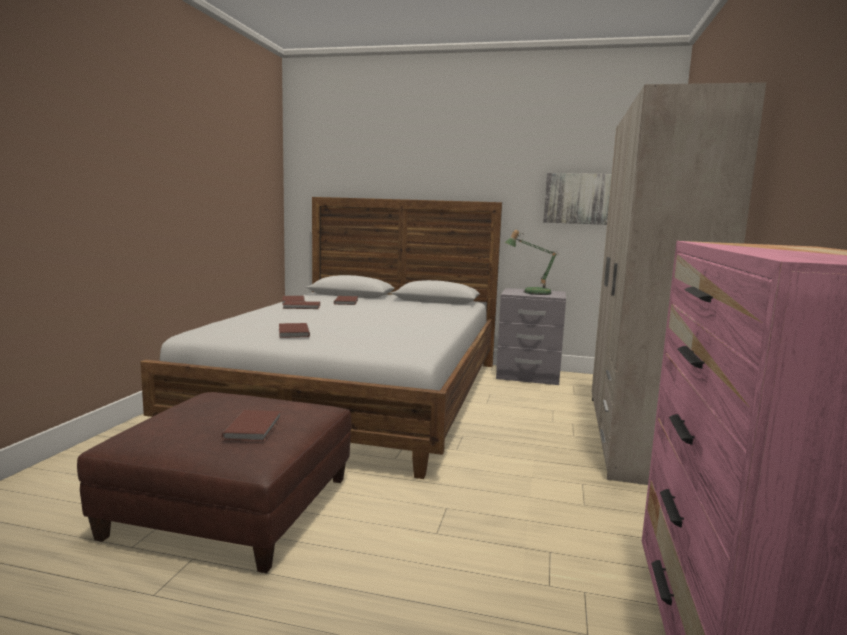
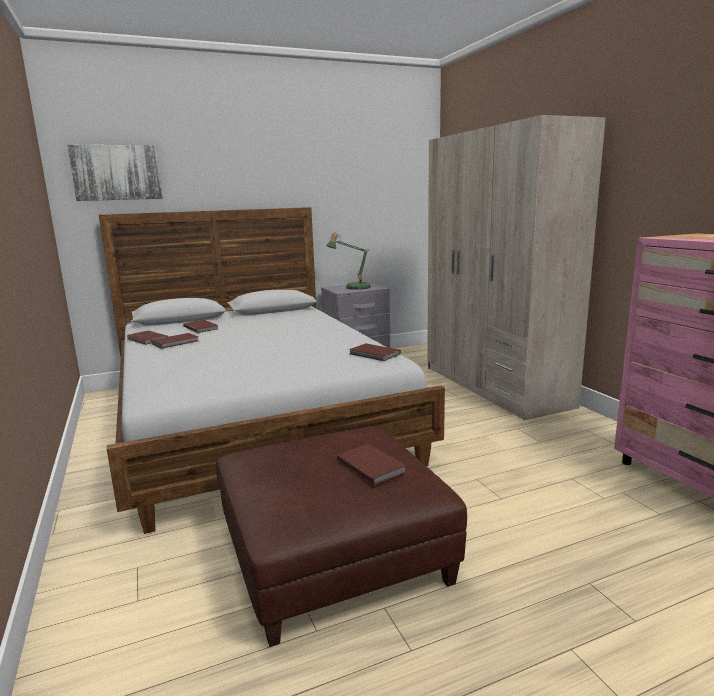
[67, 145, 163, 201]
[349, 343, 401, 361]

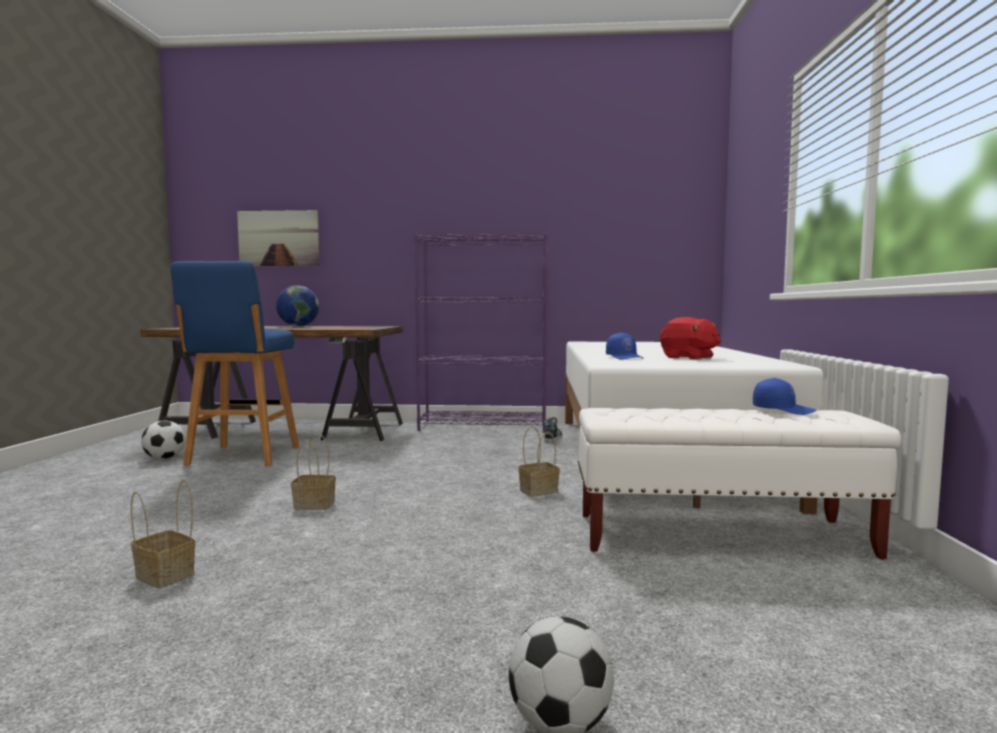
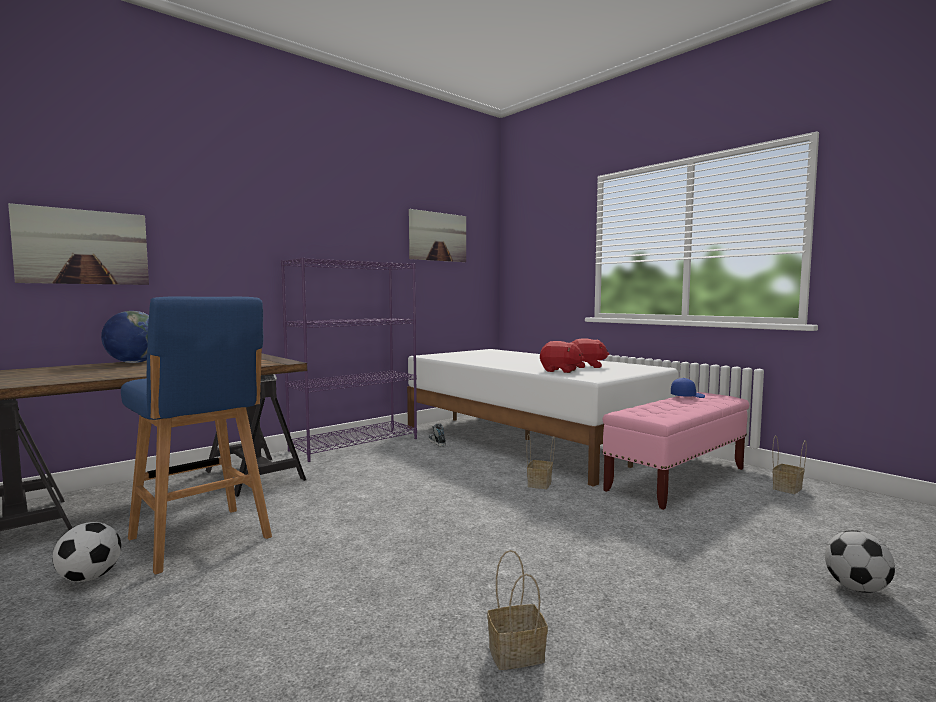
[409, 209, 466, 262]
[540, 341, 585, 373]
[602, 392, 749, 510]
[773, 435, 807, 494]

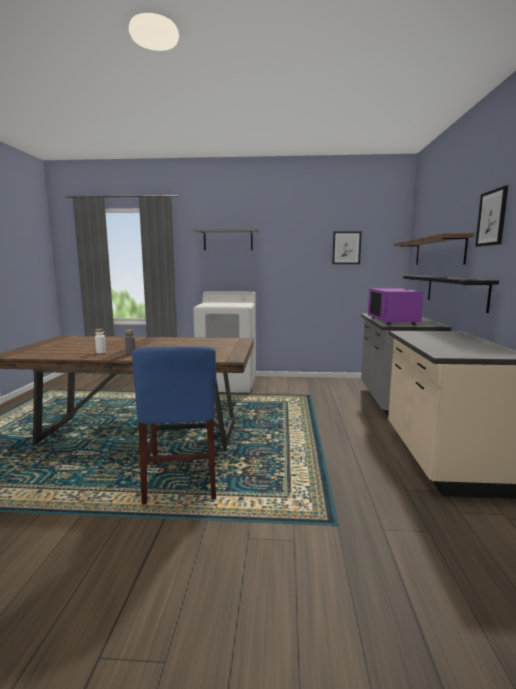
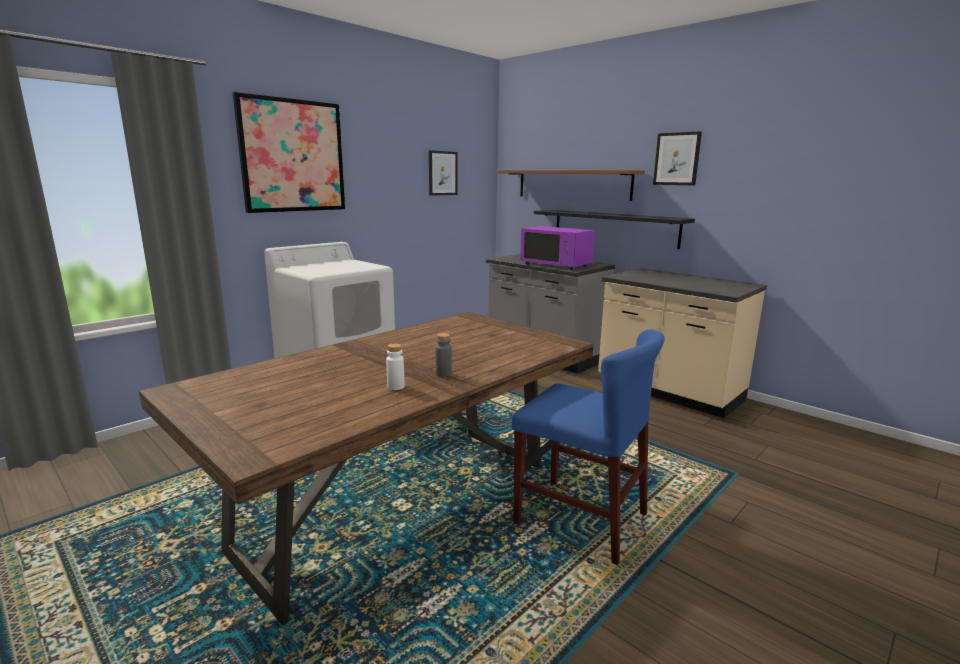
[233, 92, 345, 213]

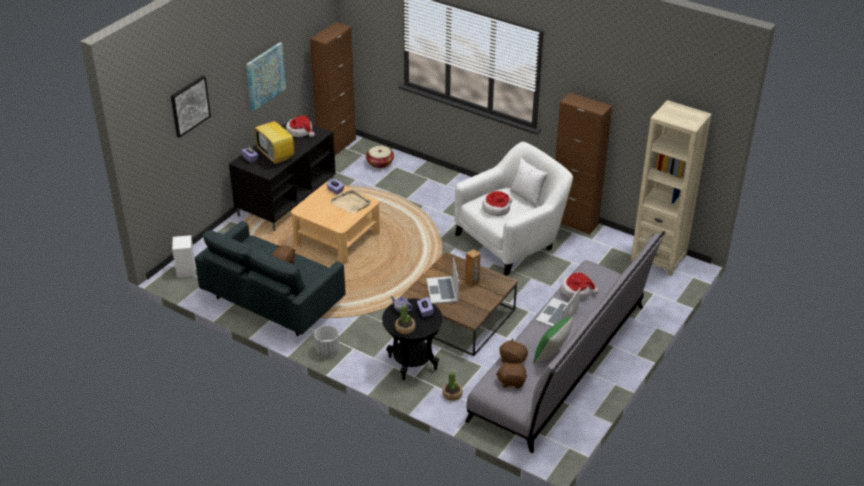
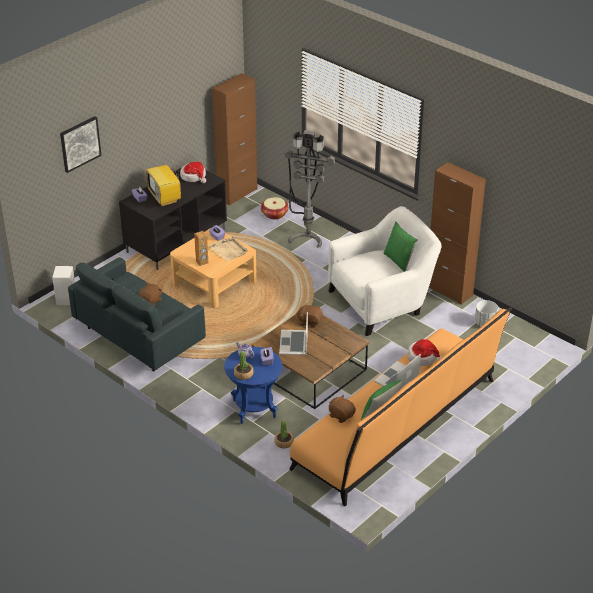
[194, 231, 208, 266]
[224, 347, 282, 424]
[285, 130, 335, 248]
[289, 307, 512, 506]
[296, 304, 322, 328]
[384, 221, 418, 272]
[475, 300, 498, 327]
[246, 42, 286, 111] (first image)
[482, 191, 512, 216] (first image)
[631, 100, 712, 276] (first image)

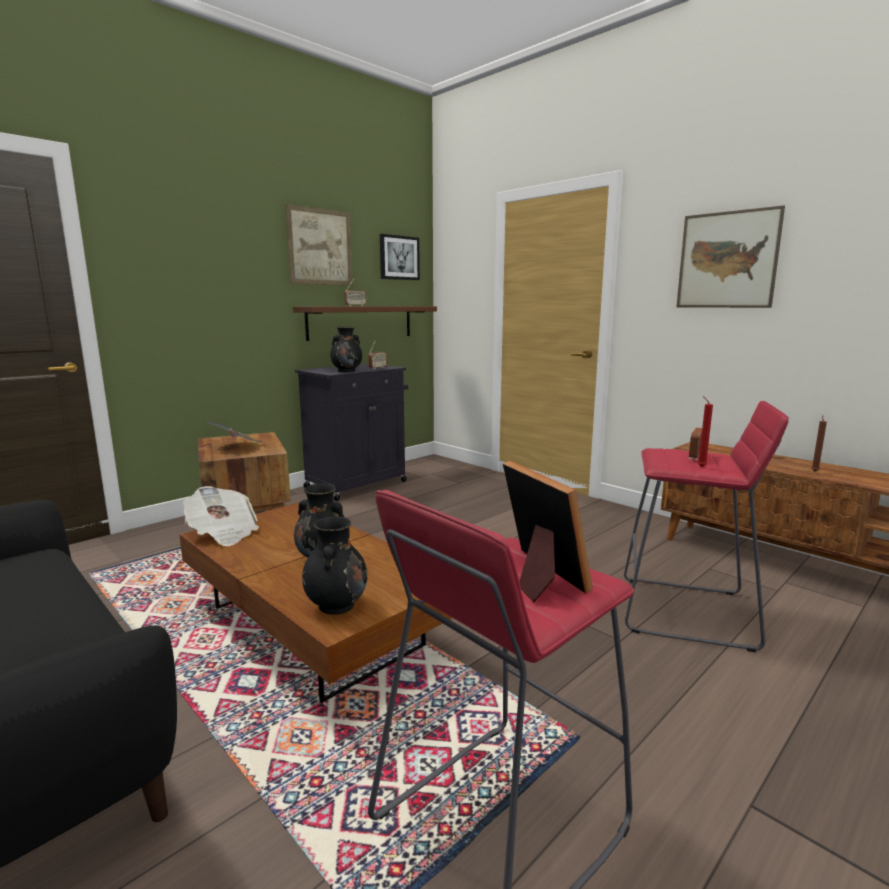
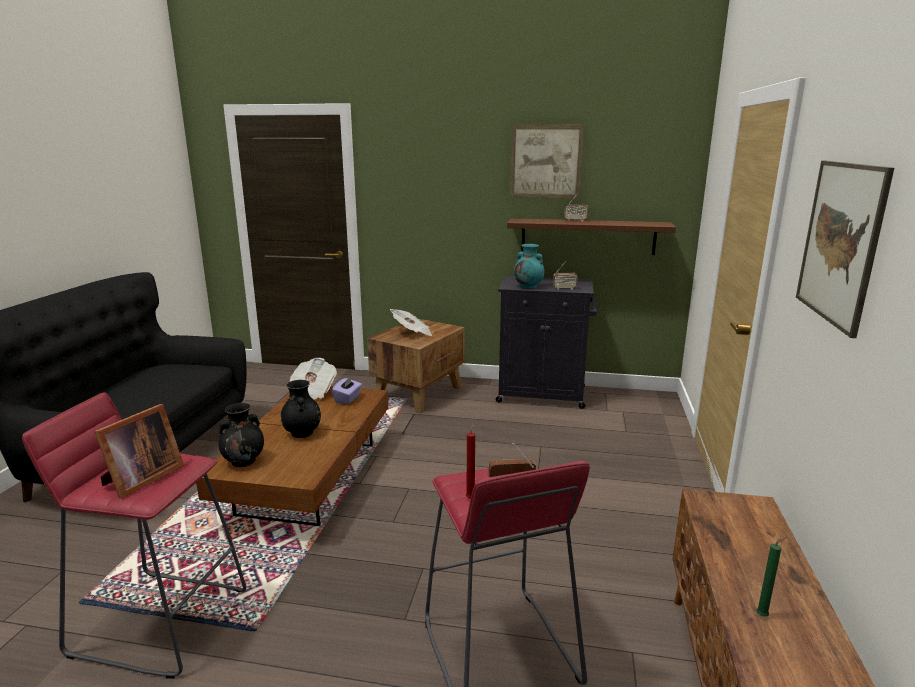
[332, 376, 362, 404]
[514, 244, 544, 289]
[756, 537, 786, 617]
[380, 234, 420, 280] (first image)

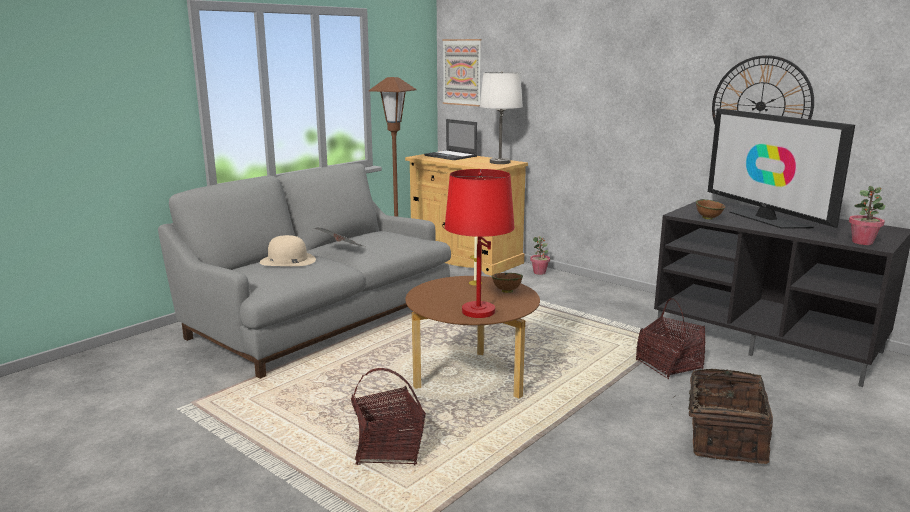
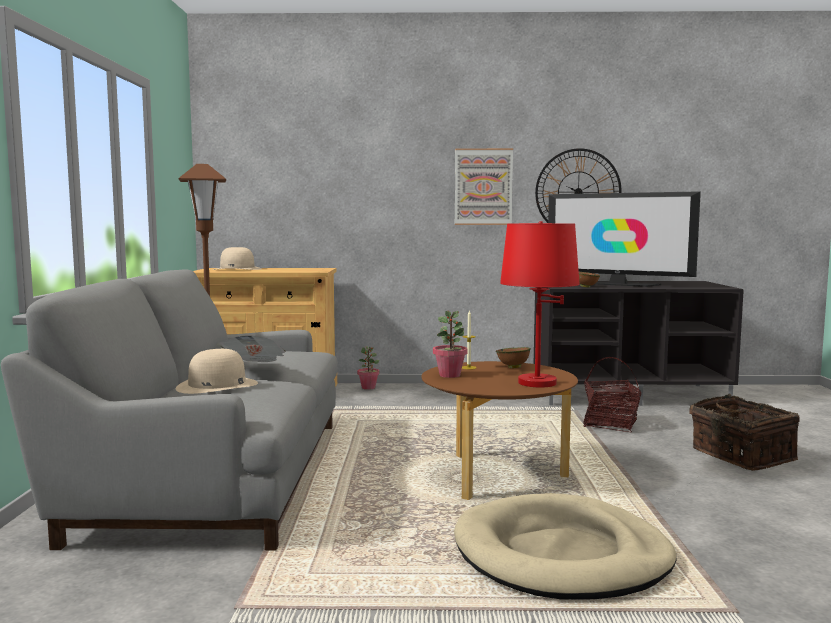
[213, 247, 262, 270]
[433, 311, 467, 378]
[454, 493, 676, 599]
[455, 148, 513, 225]
[480, 71, 523, 164] (first image)

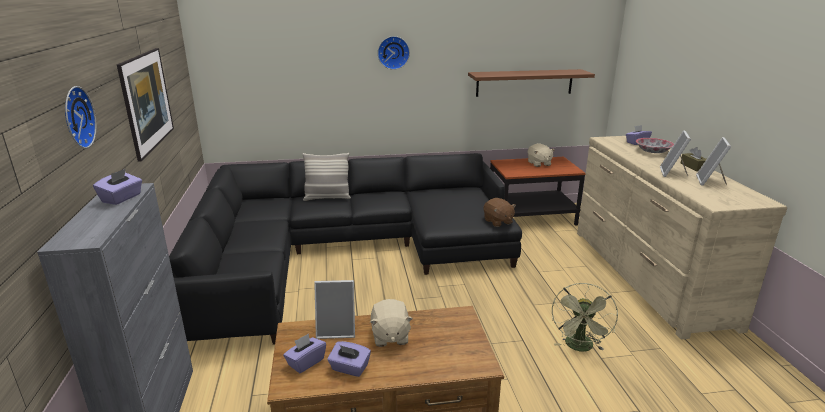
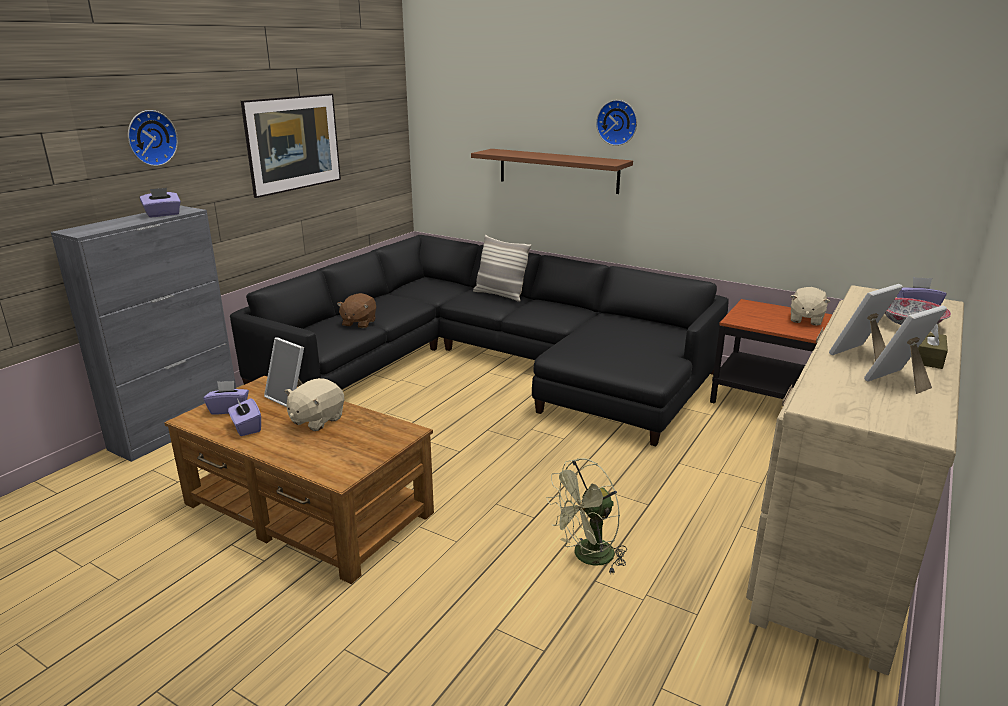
[337, 293, 376, 329]
[471, 149, 633, 194]

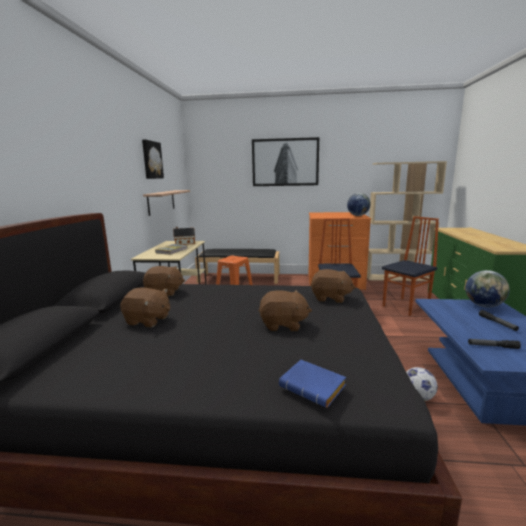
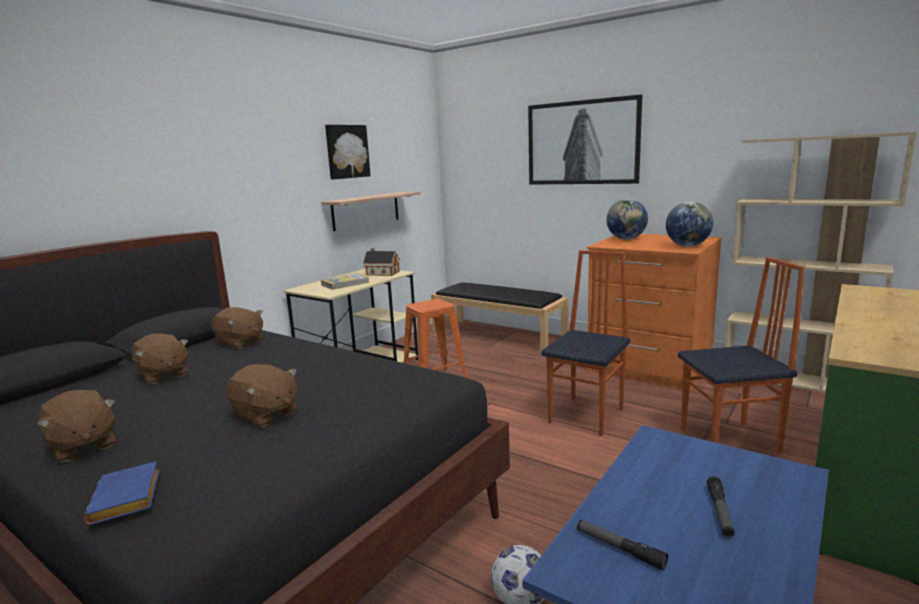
[37, 390, 116, 463]
[607, 199, 648, 239]

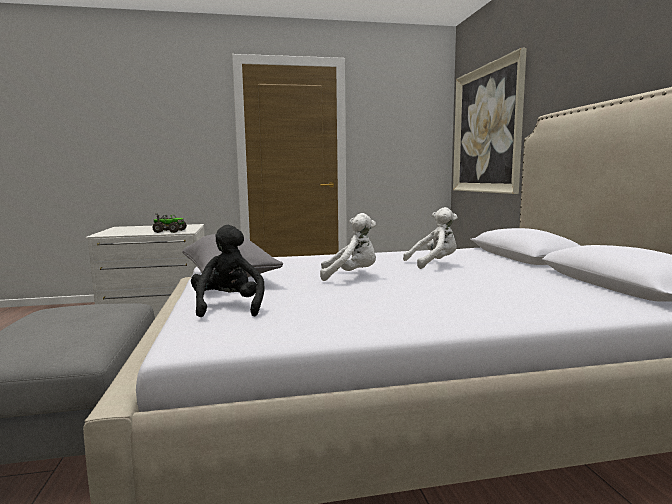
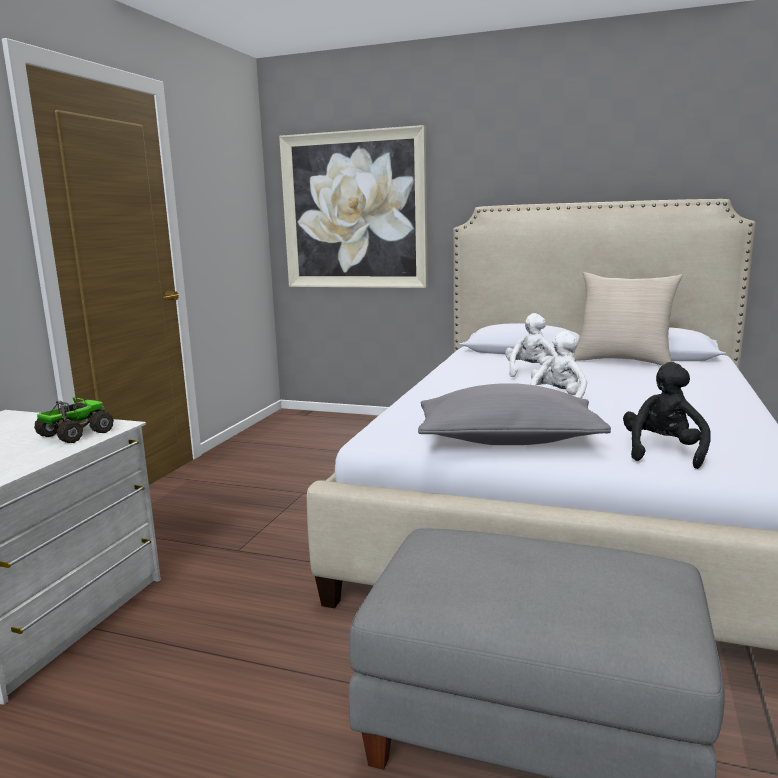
[573, 272, 683, 366]
[623, 362, 711, 469]

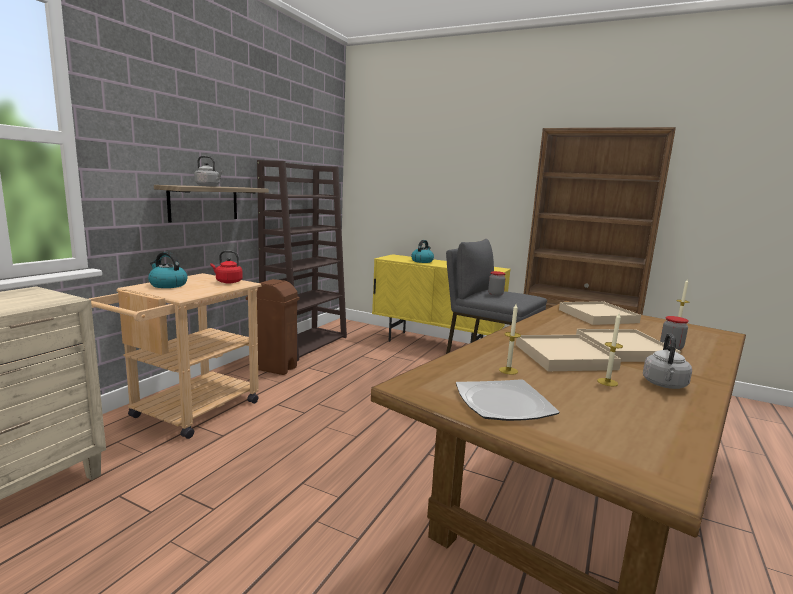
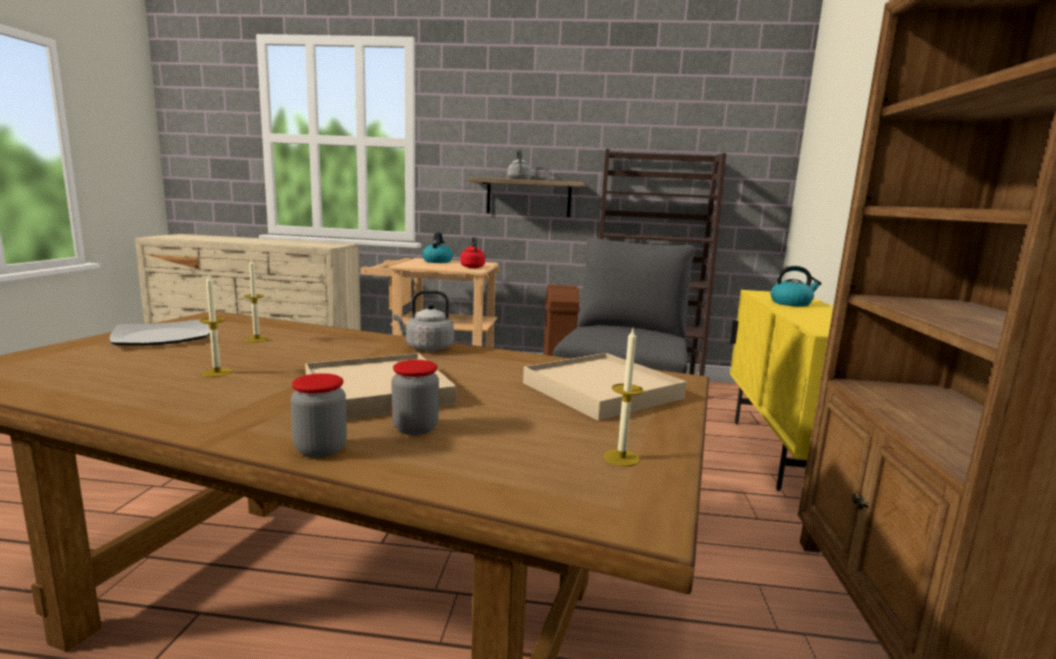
[291, 373, 347, 458]
[394, 290, 454, 351]
[516, 335, 621, 371] (first image)

